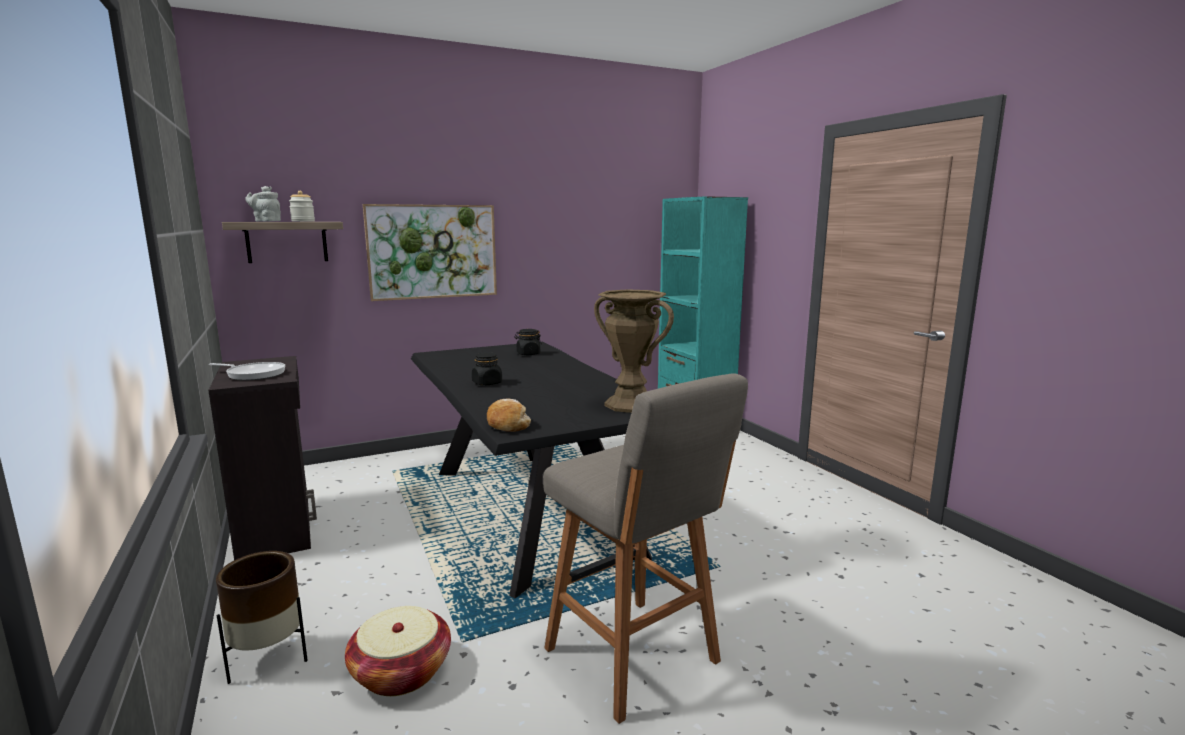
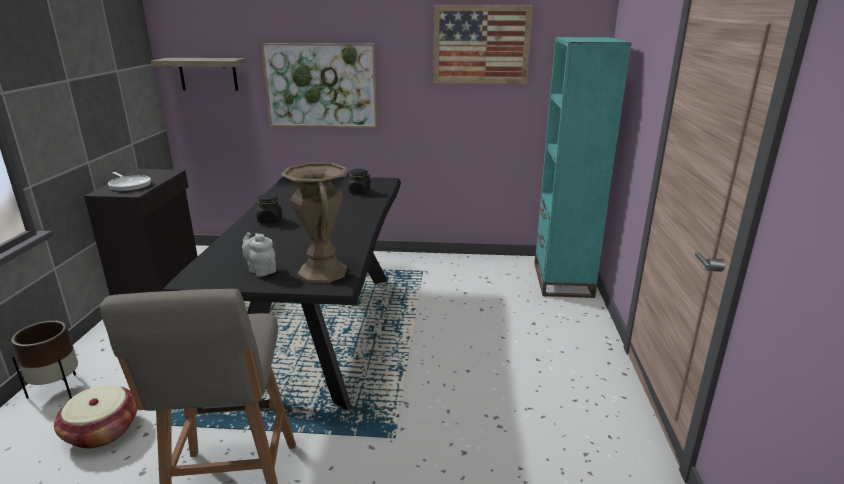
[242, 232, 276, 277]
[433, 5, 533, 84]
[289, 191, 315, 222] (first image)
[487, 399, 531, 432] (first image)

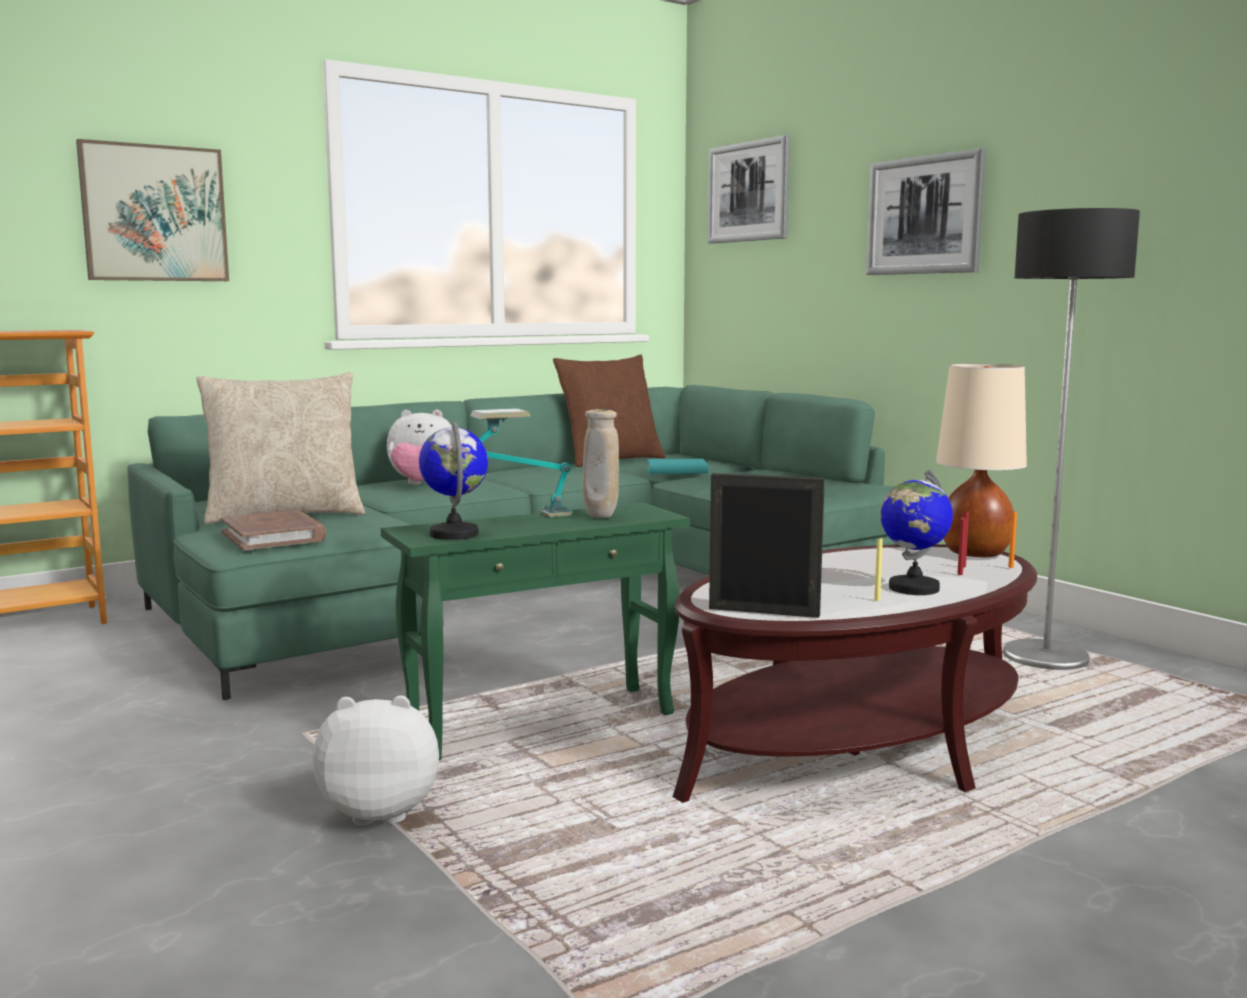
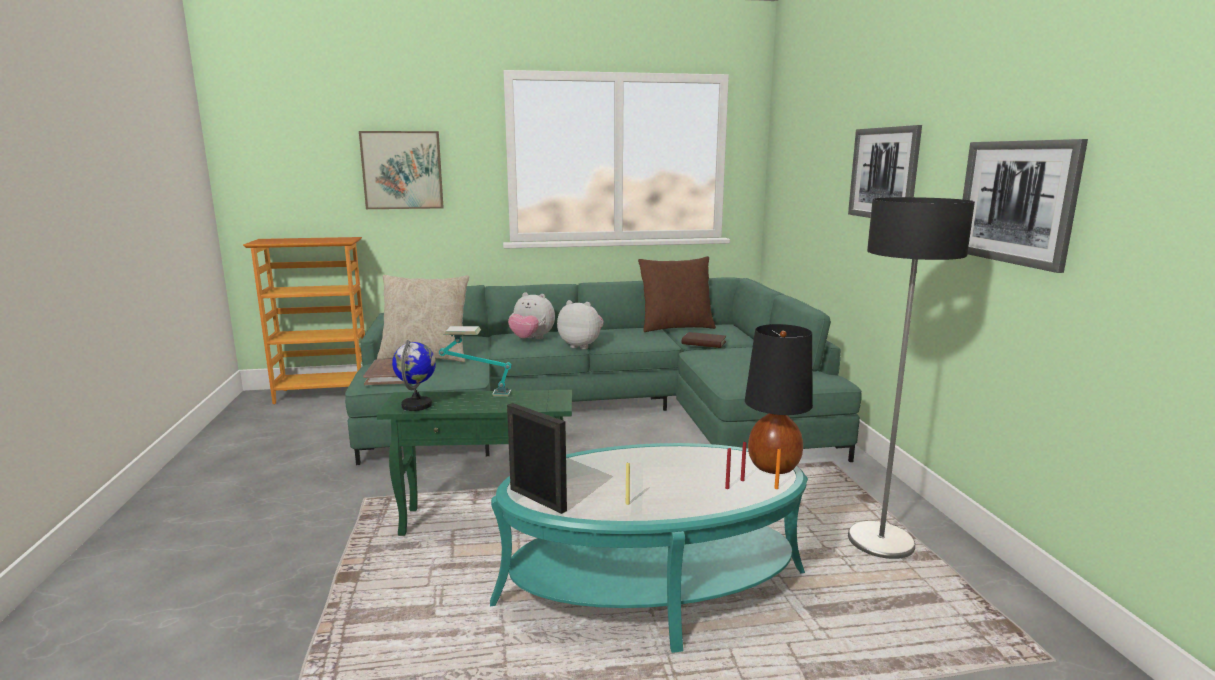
[490, 443, 808, 653]
[557, 300, 604, 349]
[682, 332, 726, 348]
[745, 324, 813, 474]
[963, 139, 1088, 273]
[583, 409, 619, 518] (first image)
[881, 470, 953, 595] (first image)

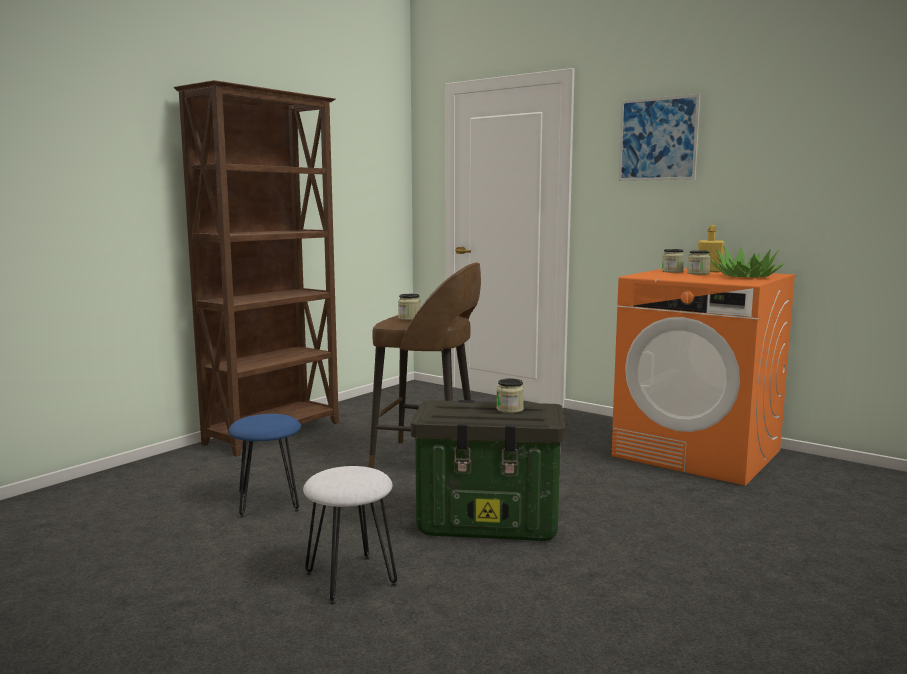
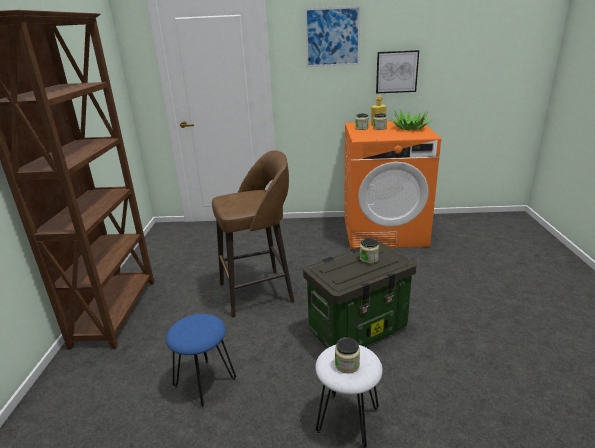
[335, 337, 360, 374]
[376, 50, 419, 93]

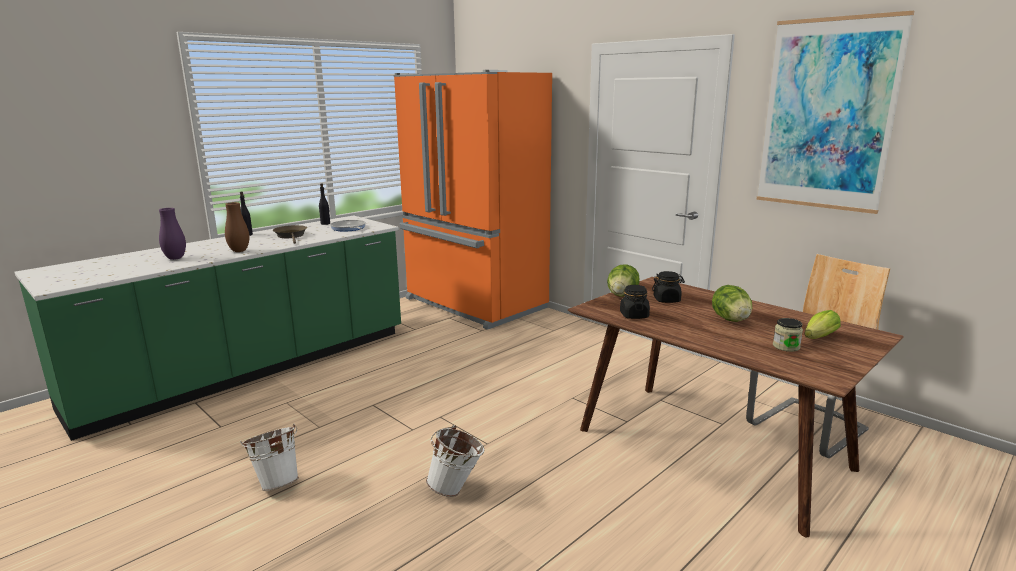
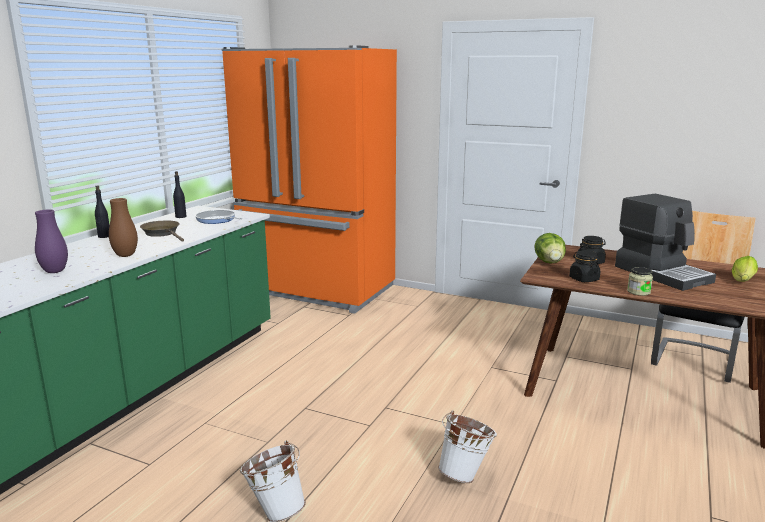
[615, 194, 716, 291]
[627, 267, 653, 296]
[756, 11, 914, 214] (first image)

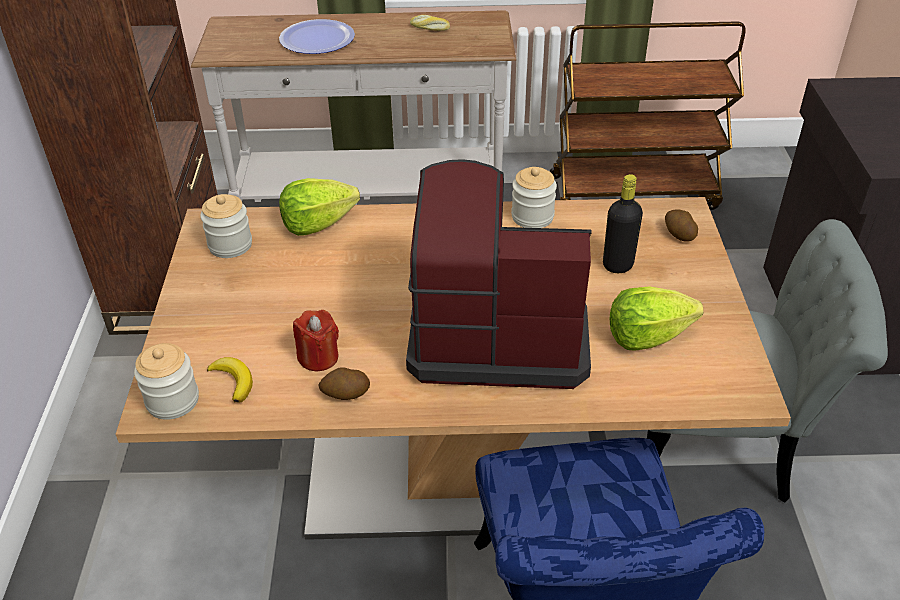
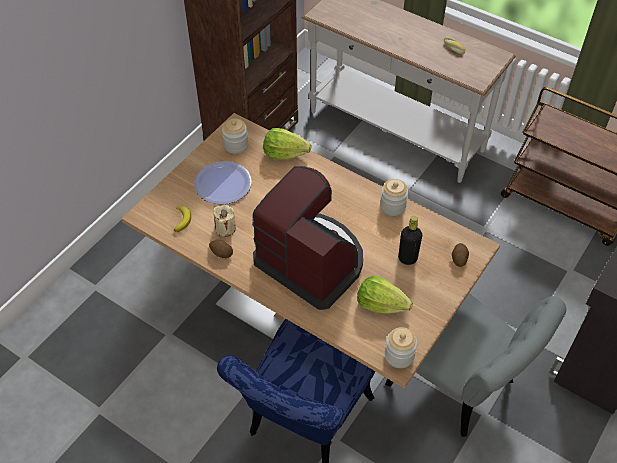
[194, 161, 252, 205]
[213, 204, 236, 237]
[385, 327, 417, 368]

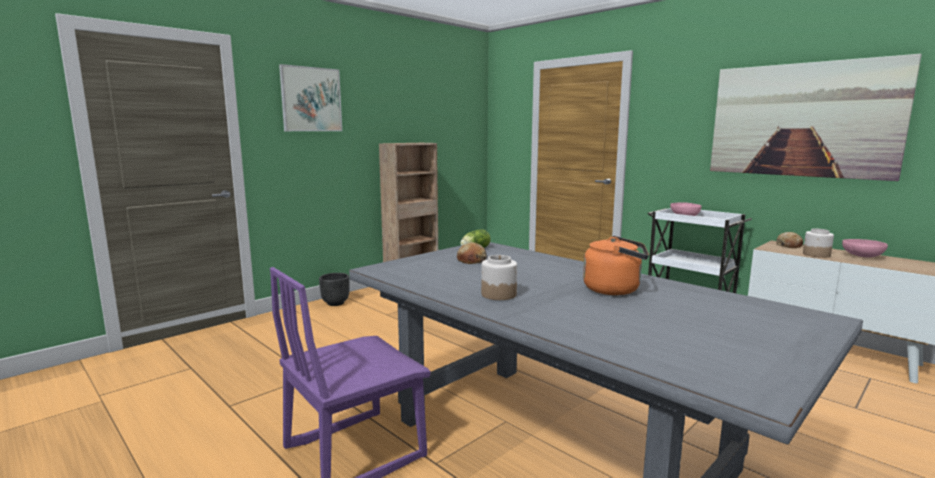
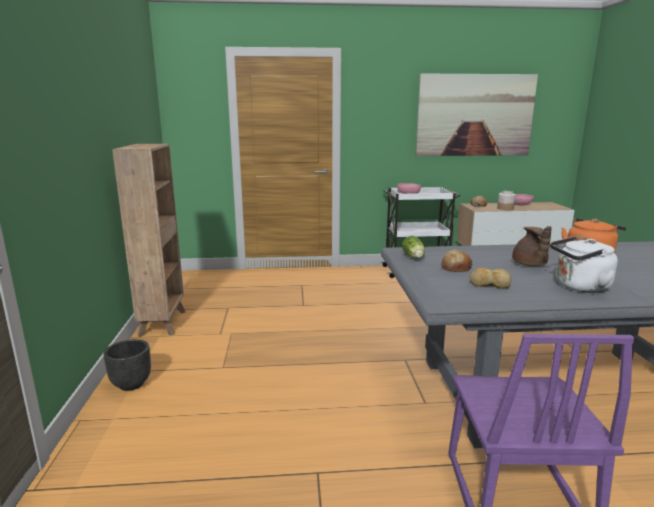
[469, 268, 512, 289]
[512, 226, 552, 266]
[550, 236, 618, 293]
[279, 64, 342, 131] (first image)

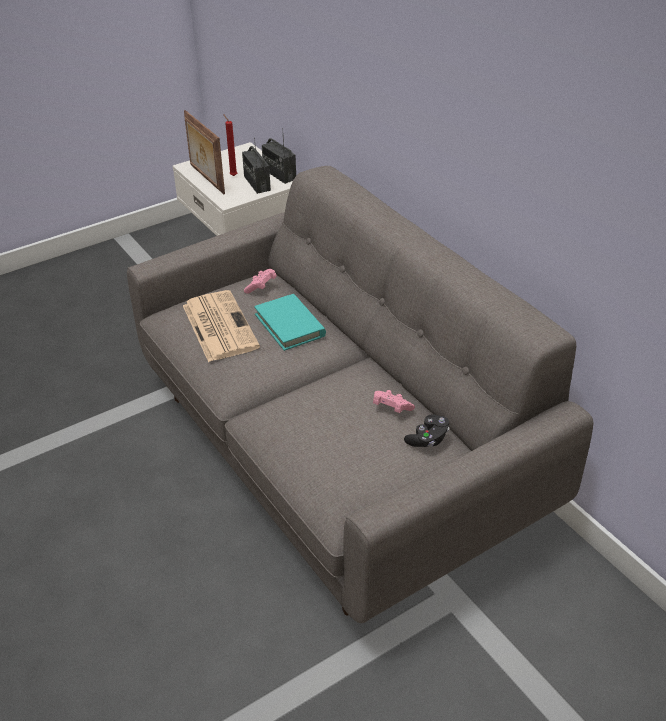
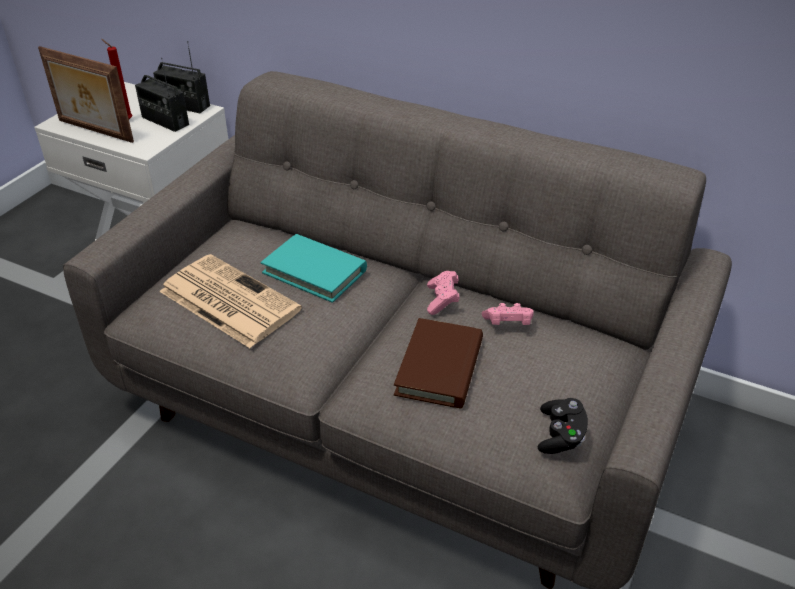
[394, 318, 483, 408]
[427, 271, 460, 315]
[538, 398, 588, 454]

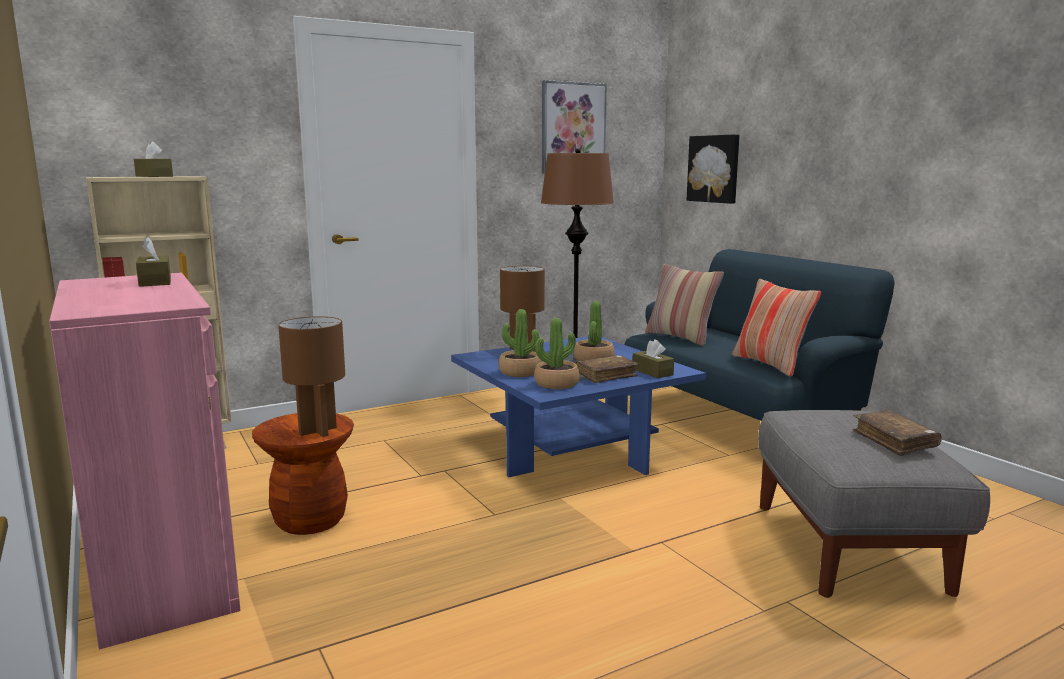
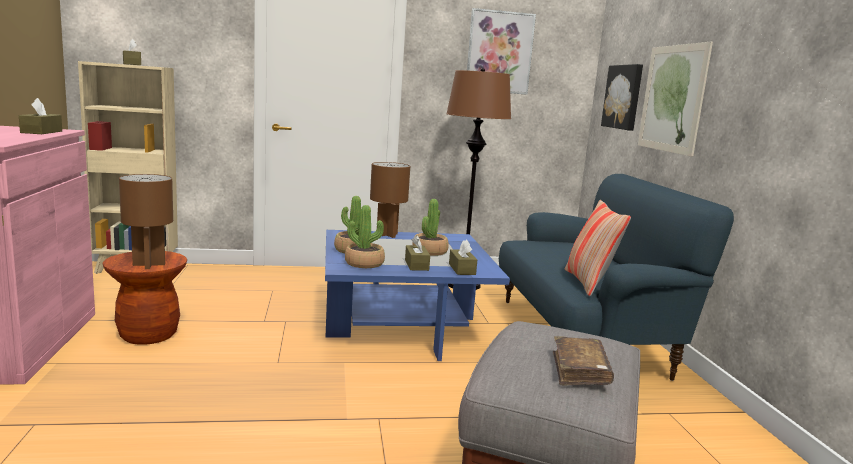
[405, 235, 430, 271]
[638, 42, 713, 157]
[645, 264, 724, 346] (first image)

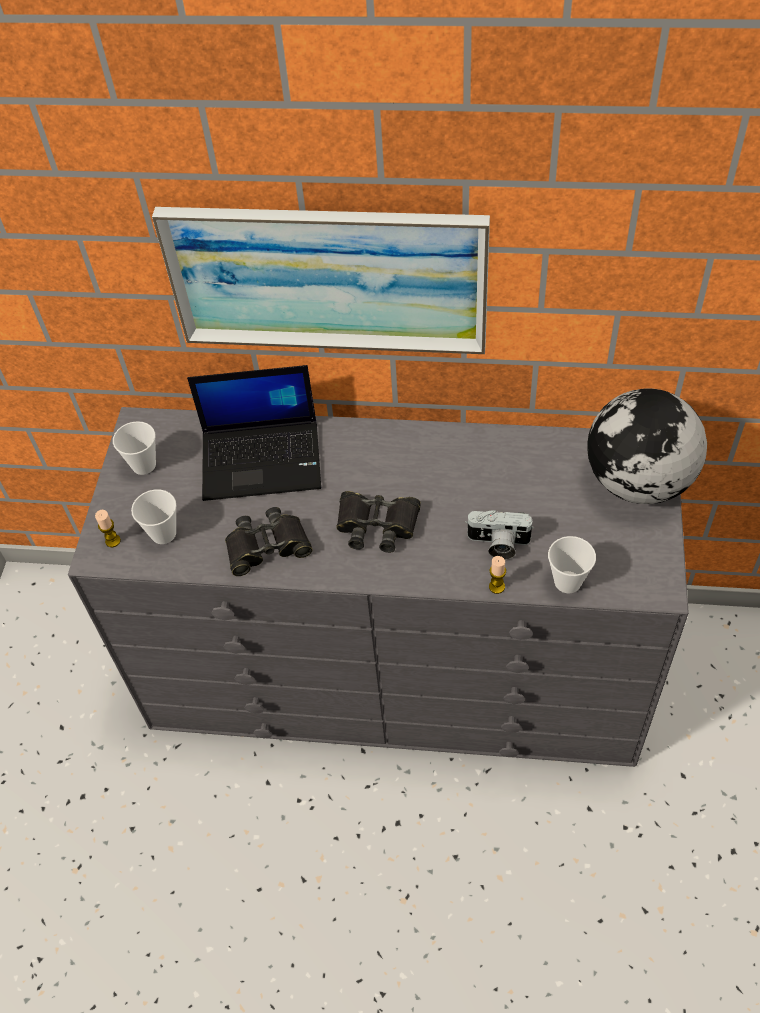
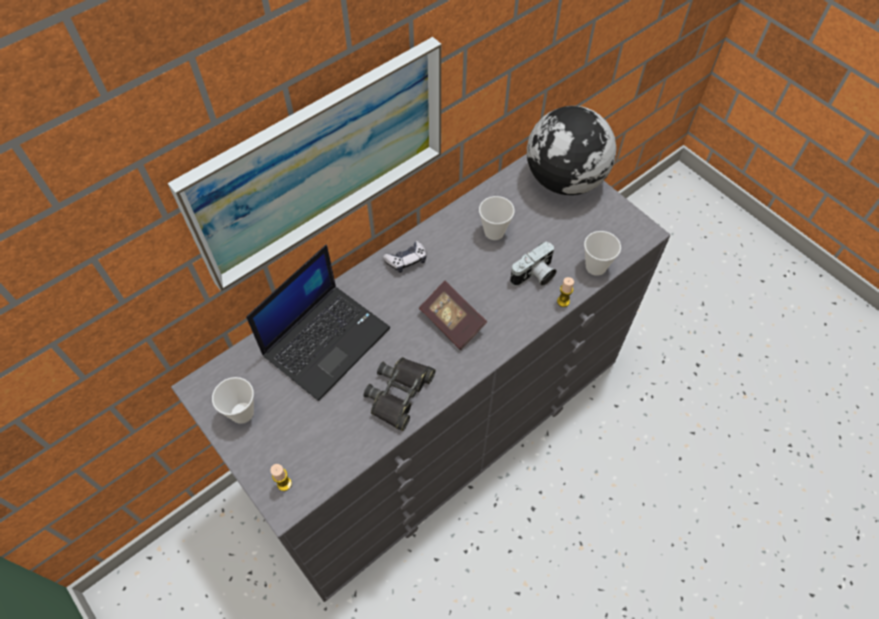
[383, 241, 426, 273]
[419, 281, 487, 350]
[479, 196, 515, 240]

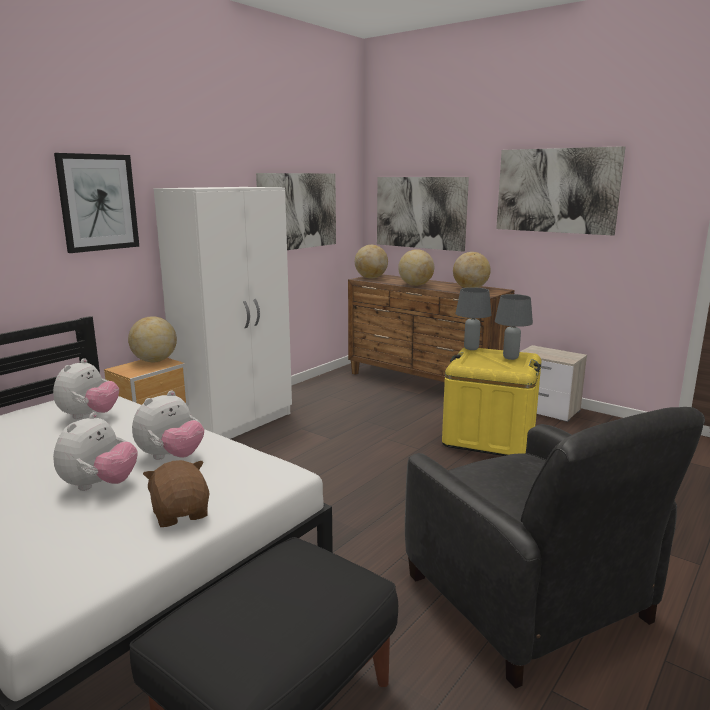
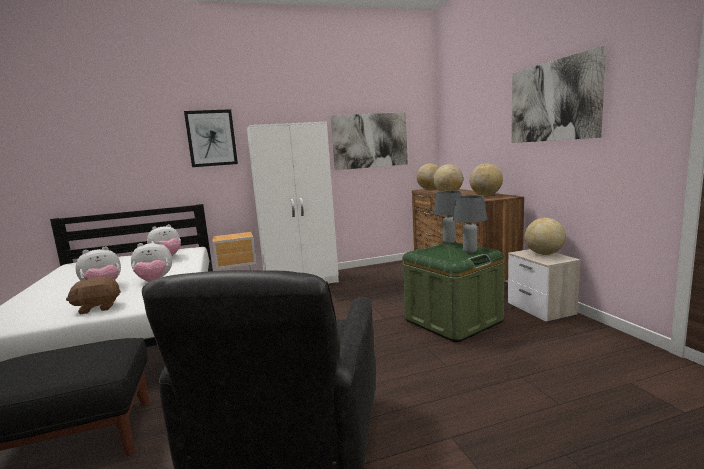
[66, 276, 121, 315]
[402, 242, 504, 342]
[525, 218, 566, 255]
[377, 177, 469, 252] (first image)

